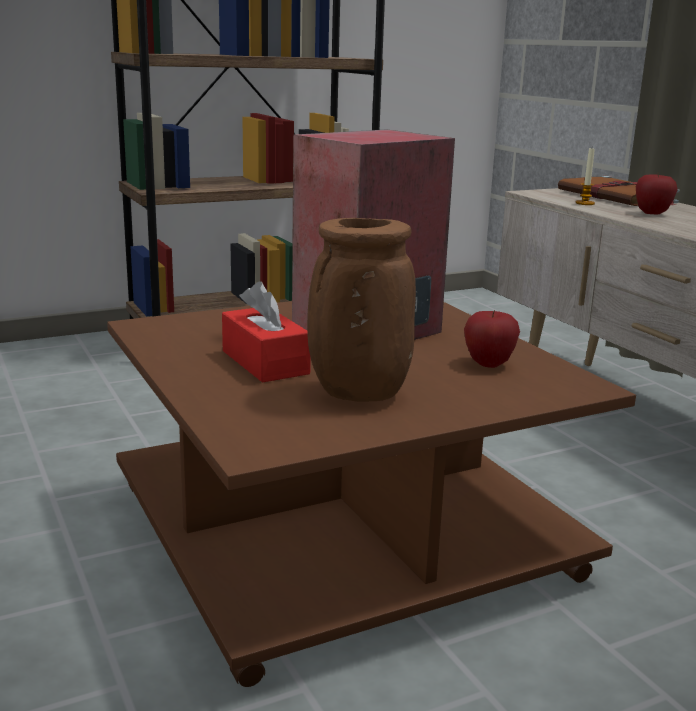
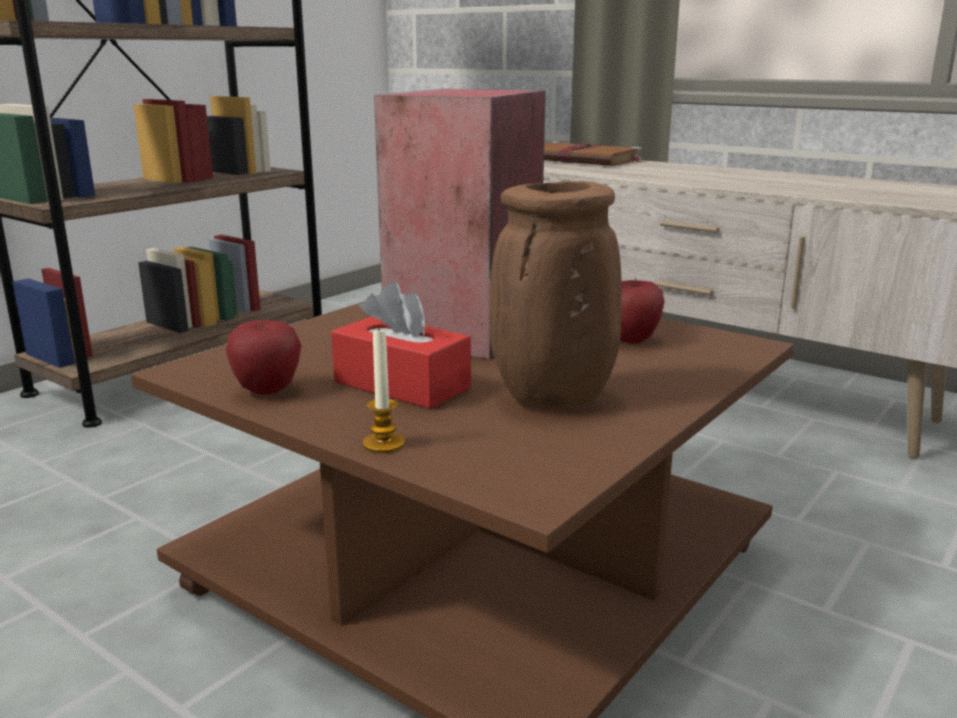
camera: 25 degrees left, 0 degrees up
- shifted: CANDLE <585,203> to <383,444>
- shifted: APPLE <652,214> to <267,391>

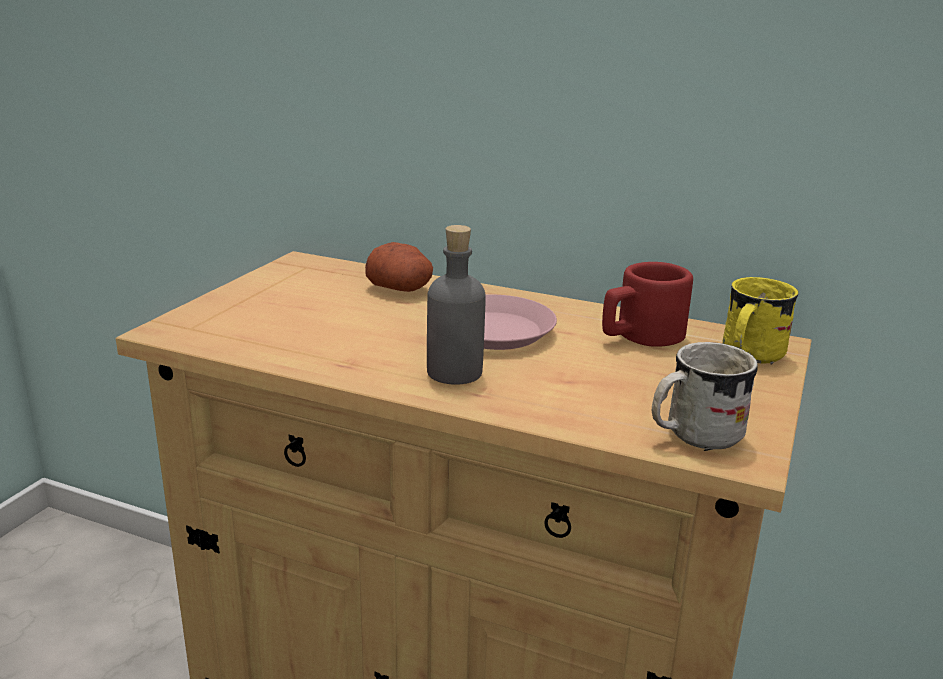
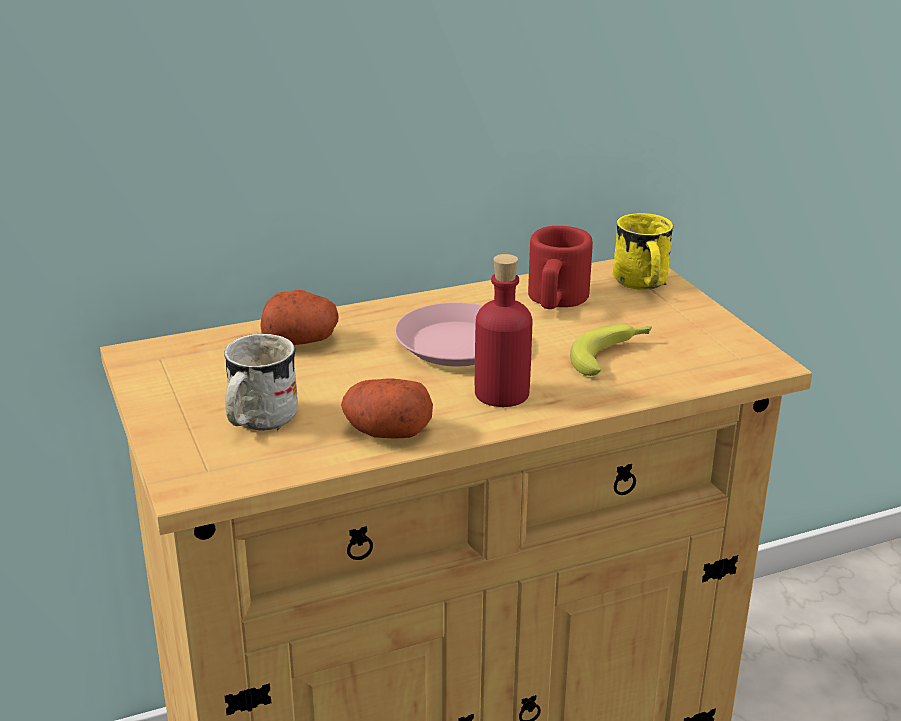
camera: 45 degrees left, 5 degrees up
- repainted: GREY BOTTLE <454,372> to RED BOTTLE <501,393>
- shifted: WHITE MUG <693,434> to <256,421>
- new: BANANA <612,356>
- new: POTATO <385,431>

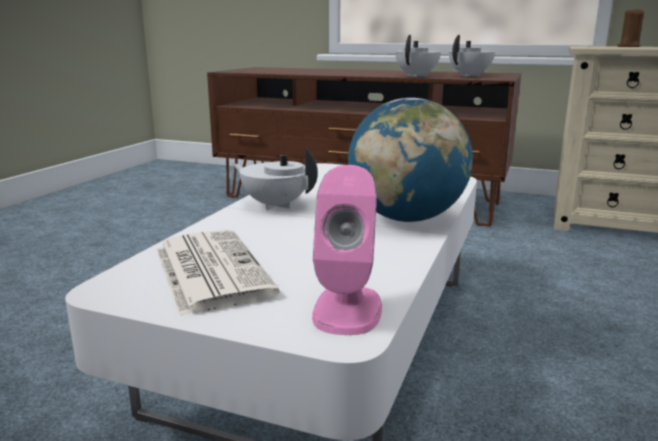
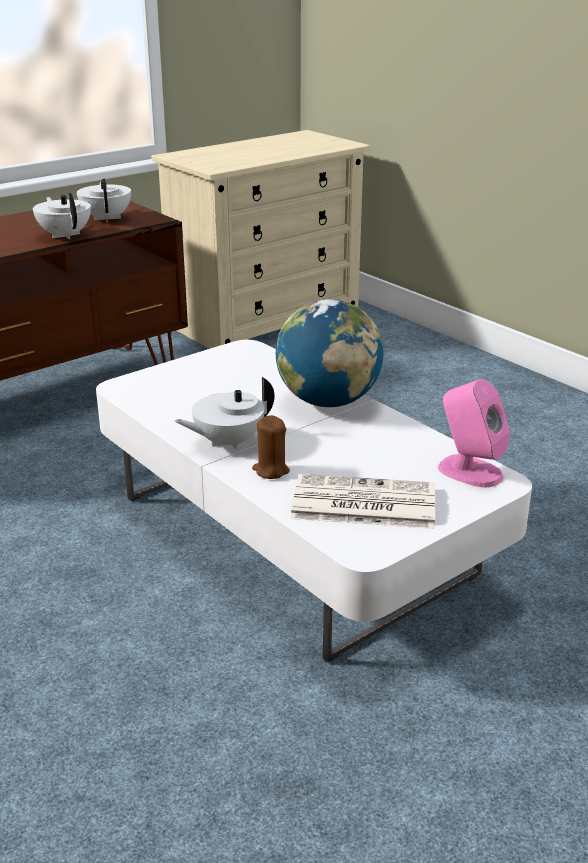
camera: 60 degrees left, 10 degrees up
- shifted: BROWN CANDLE <628,47> to <271,470>

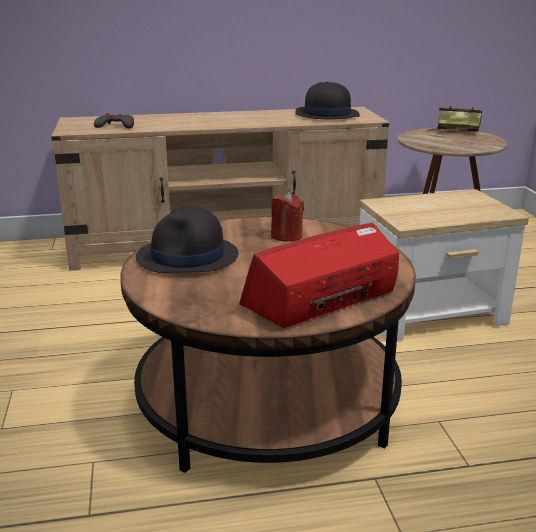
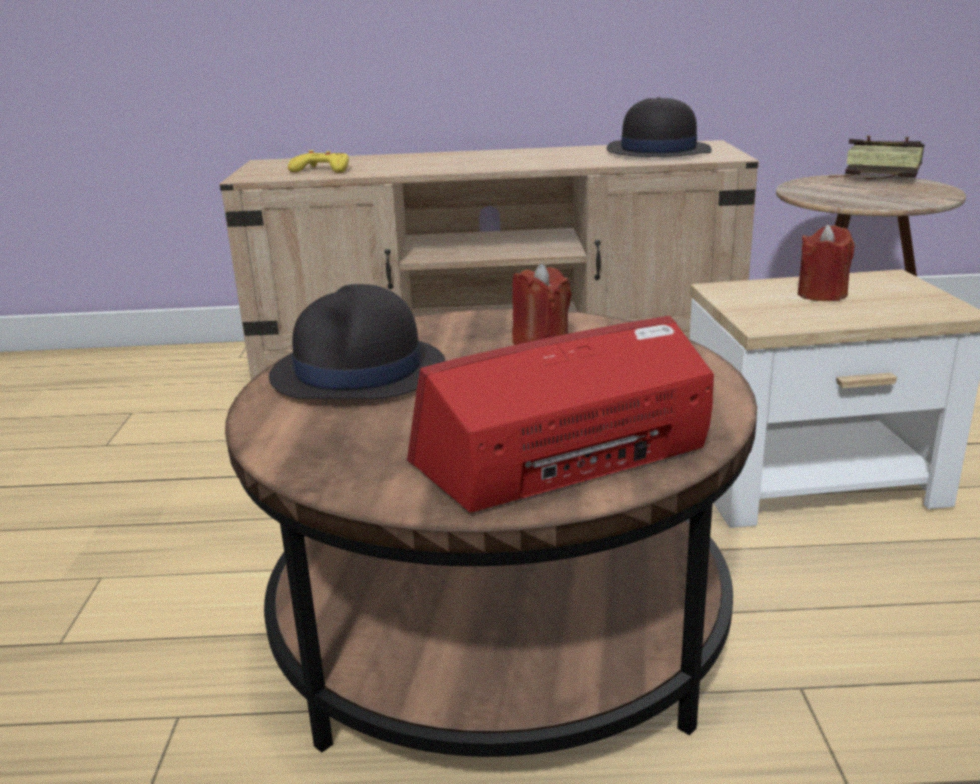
camera: 10 degrees right, 0 degrees up
- repainted: GREY GAME CONTROLLER <115,126> to YELLOW GAME CONTROLLER <322,169>
- new: RED CANDLE <822,294>

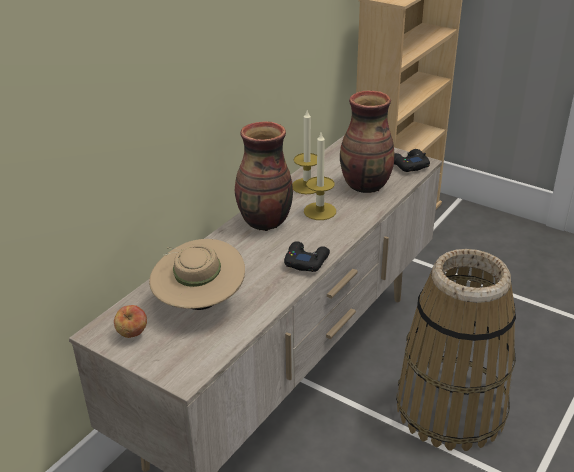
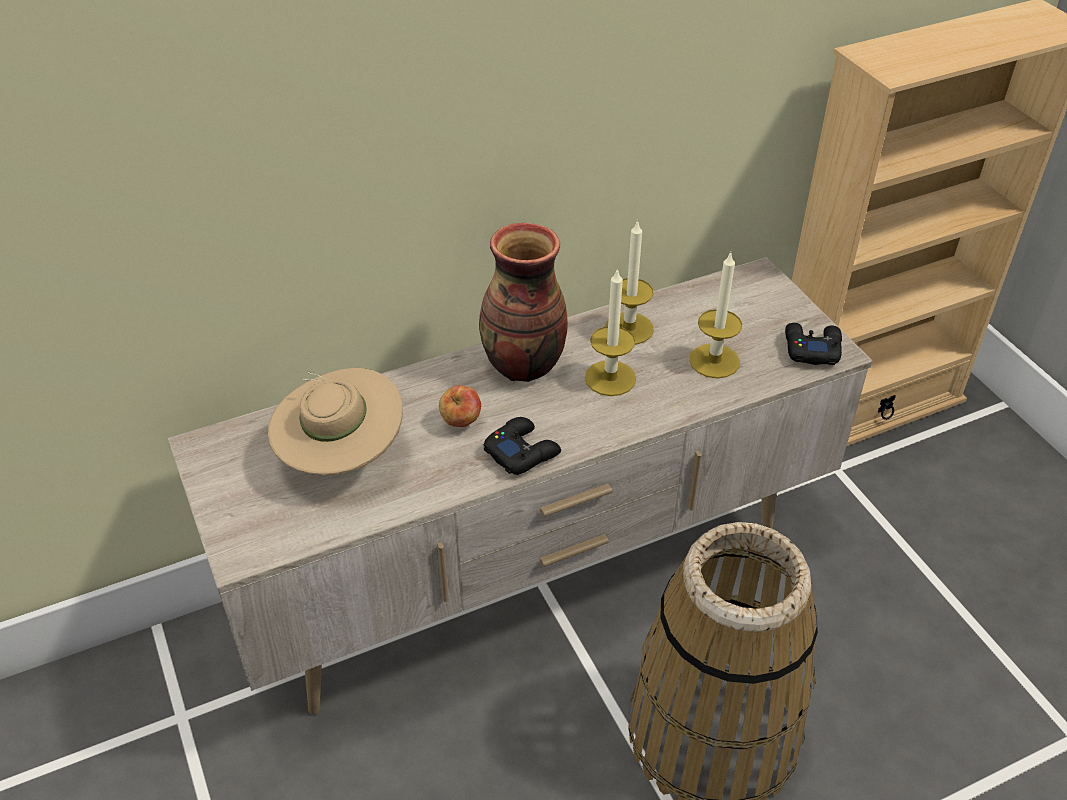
camera: 30 degrees right, 10 degrees up
- swapped: VASE <366,185> to CANDLE <714,361>
- shifted: APPLE <132,334> to <461,422>

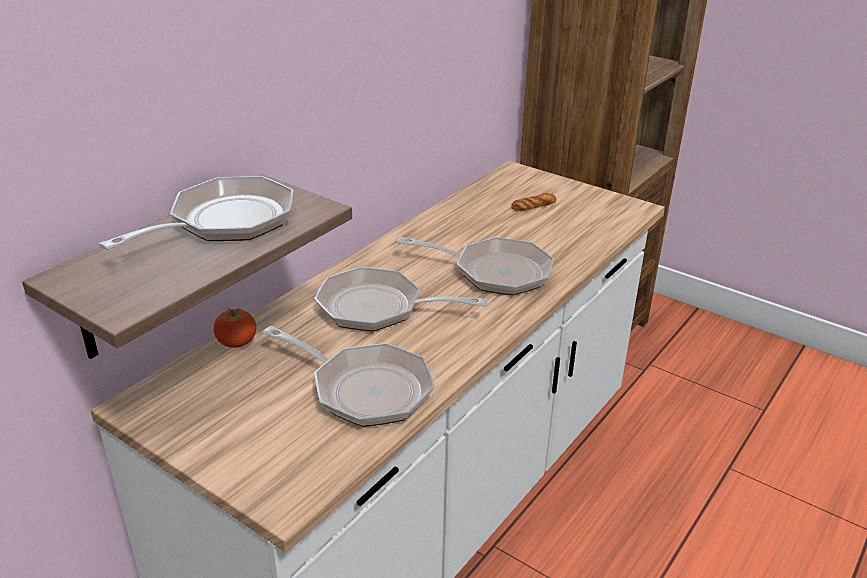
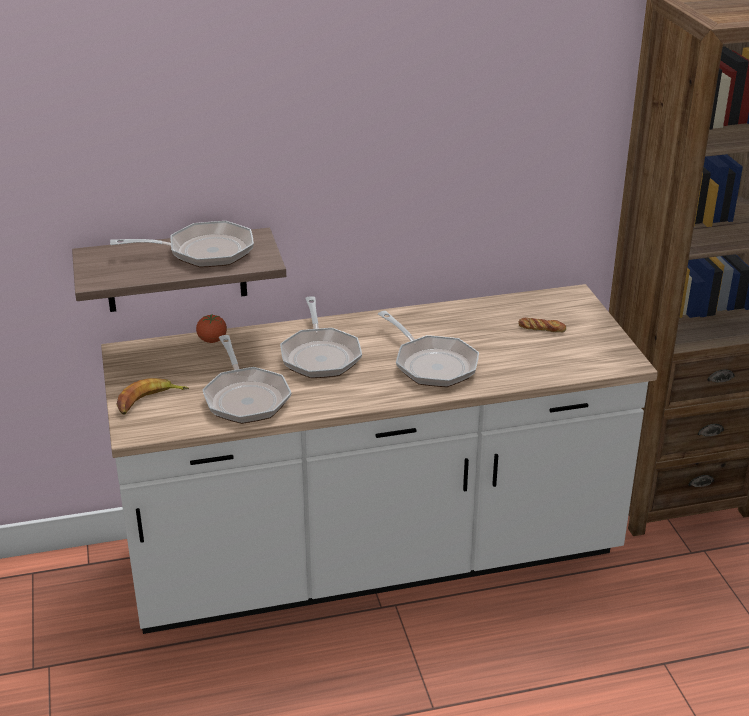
camera: 40 degrees right, 0 degrees up
- rotated: FRYING PAN <378,308> = <320,355> 150 degrees counterclockwise
- new: BANANA <149,401>

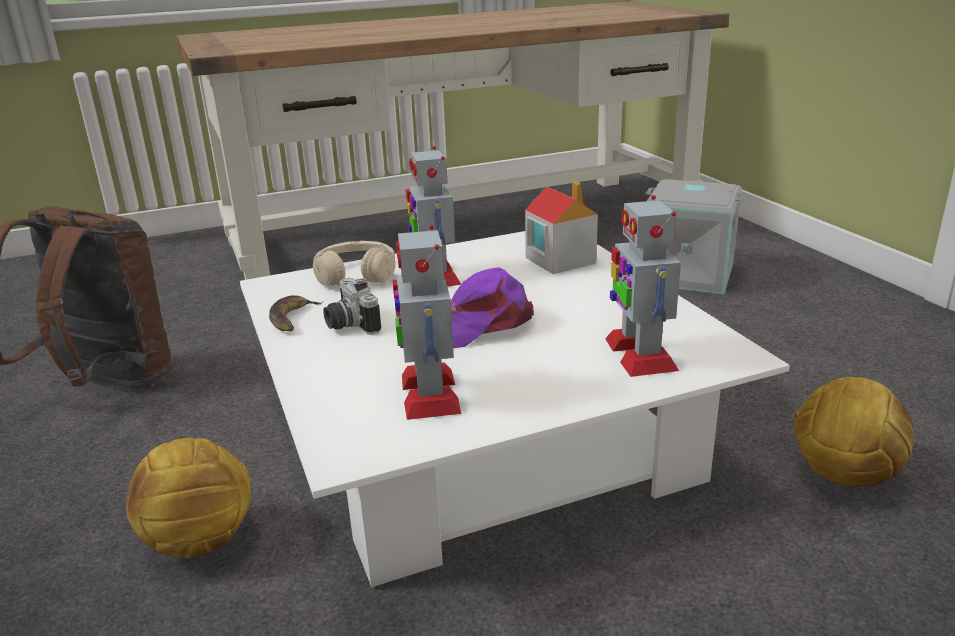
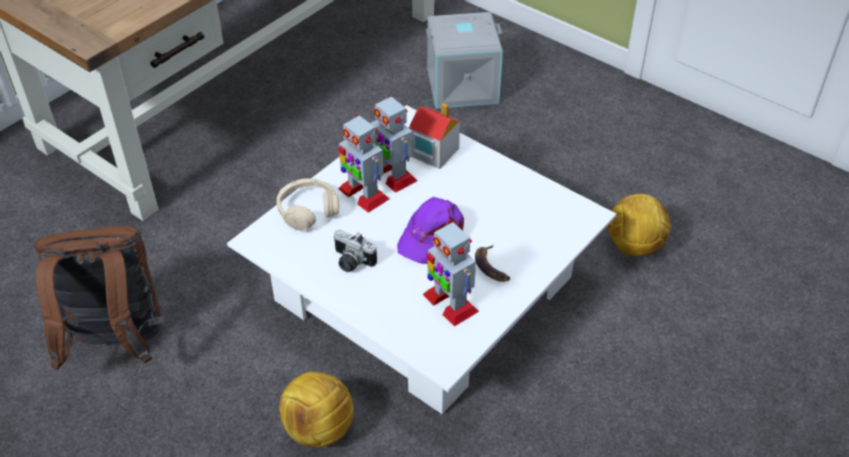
camera: 30 degrees left, 20 degrees up
- shifted: TOY ROBOT <639,354> to <392,174>
- shifted: BANANA <293,318> to <491,267>

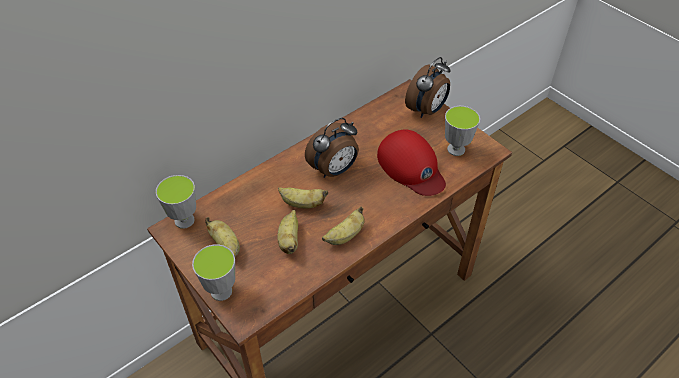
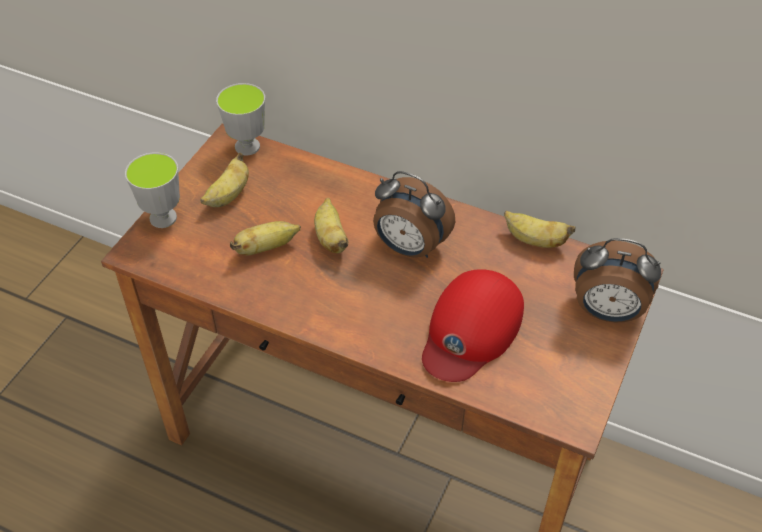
camera: 65 degrees right, 0 degrees up
- gone: CUP <456,149>
- shifted: BANANA <345,236> to <534,240>

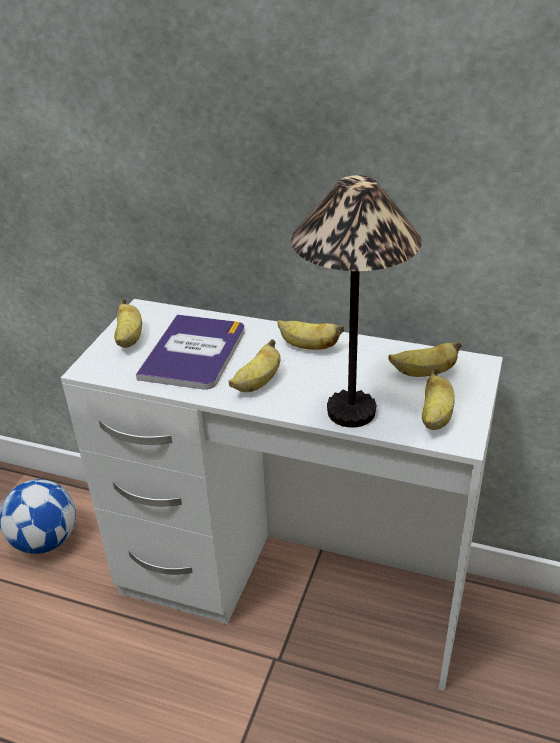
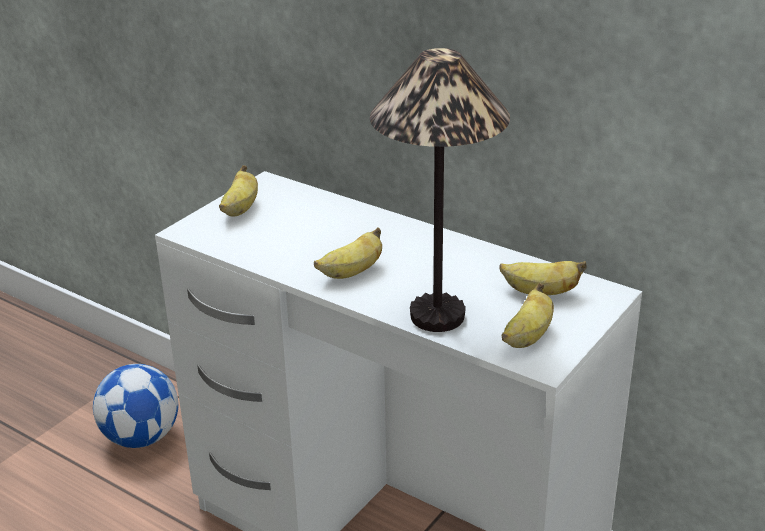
camera: 15 degrees right, 5 degrees down
- gone: BOOK <194,353>
- gone: BANANA <308,346>

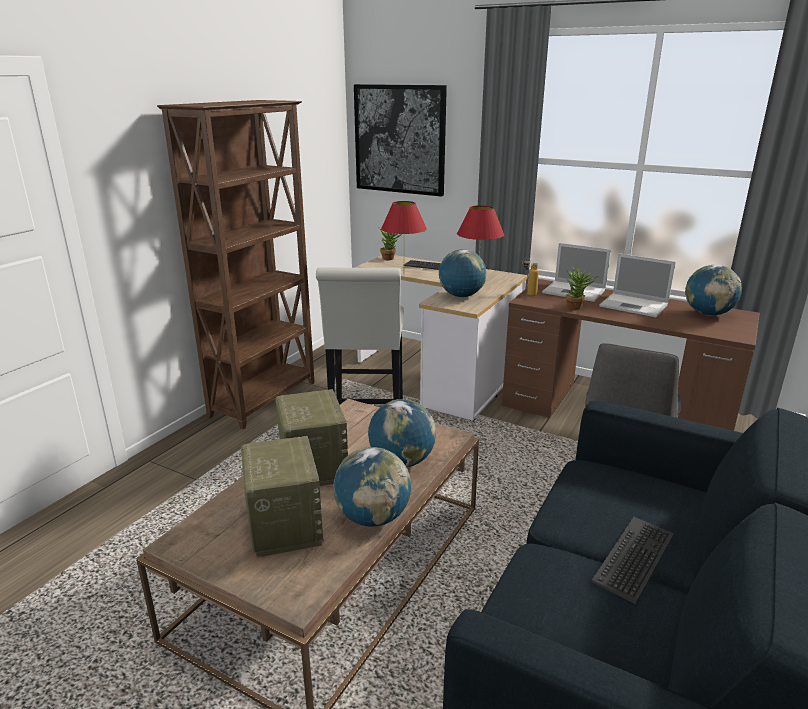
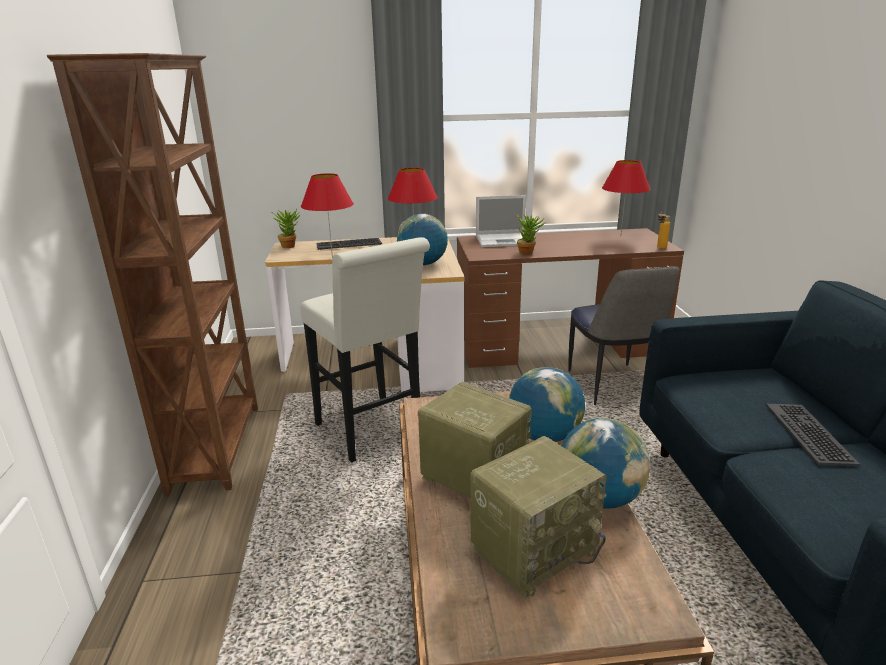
camera: 35 degrees left, 0 degrees up
- gone: PICTURE <400,139>
- gone: LAPTOP <635,305>
- shifted: BOTTLE <528,294> to <659,248>
- swapped: GLOBE <707,314> to RED TABLE LAMP <621,236>
- rotated: RADIO <283,524> = <534,548> 105 degrees clockwise

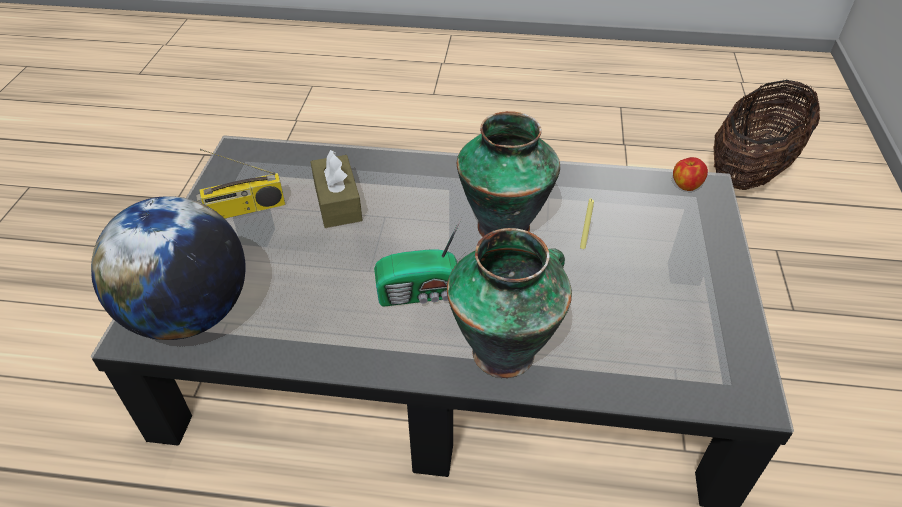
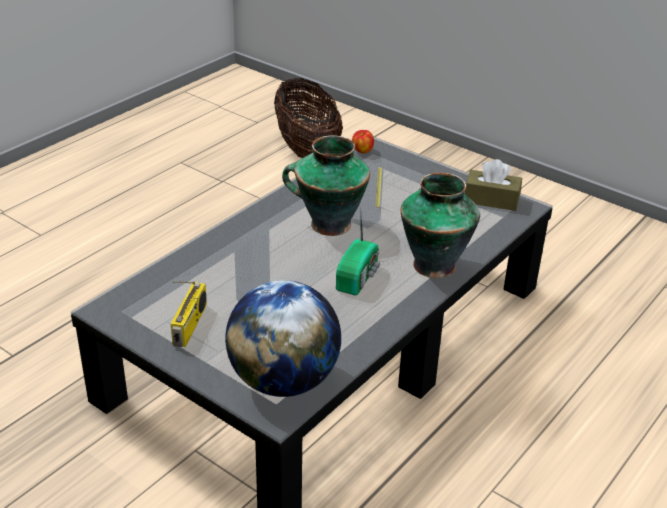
camera: 60 degrees left, 10 degrees down
- shifted: BROWN TISSUE BOX <337,202> to <491,199>

